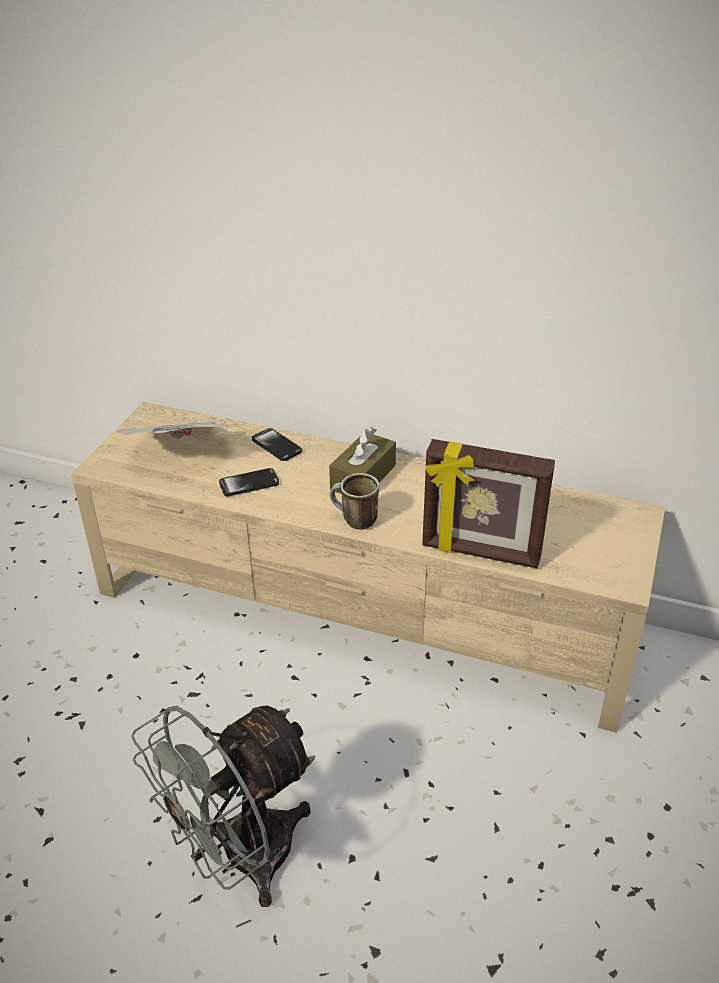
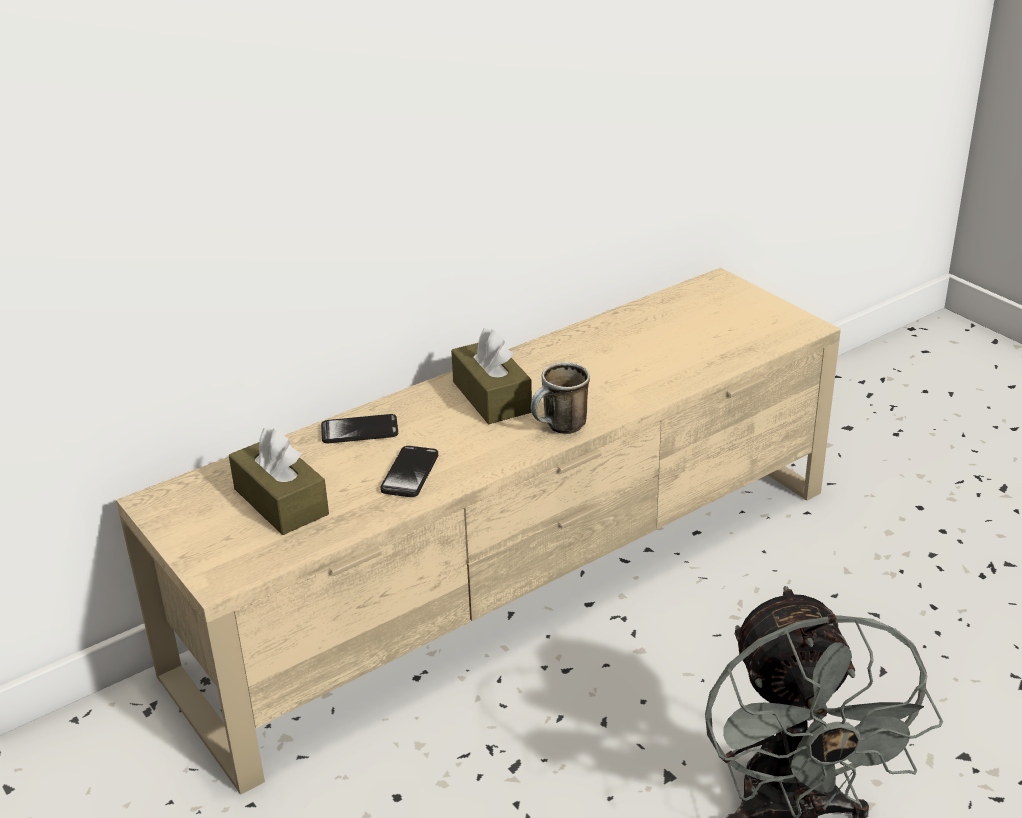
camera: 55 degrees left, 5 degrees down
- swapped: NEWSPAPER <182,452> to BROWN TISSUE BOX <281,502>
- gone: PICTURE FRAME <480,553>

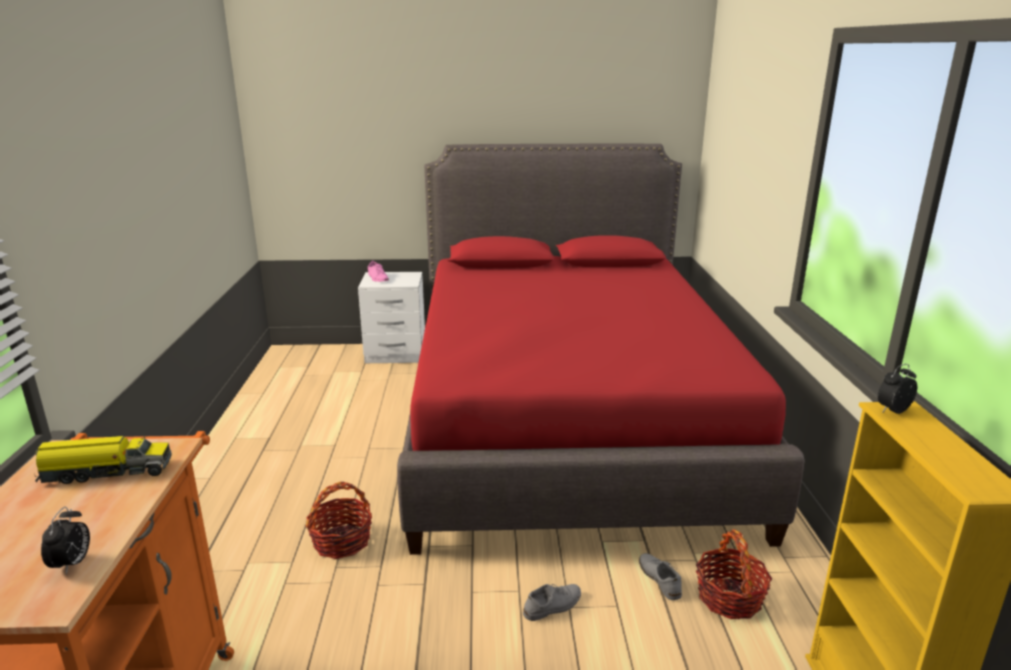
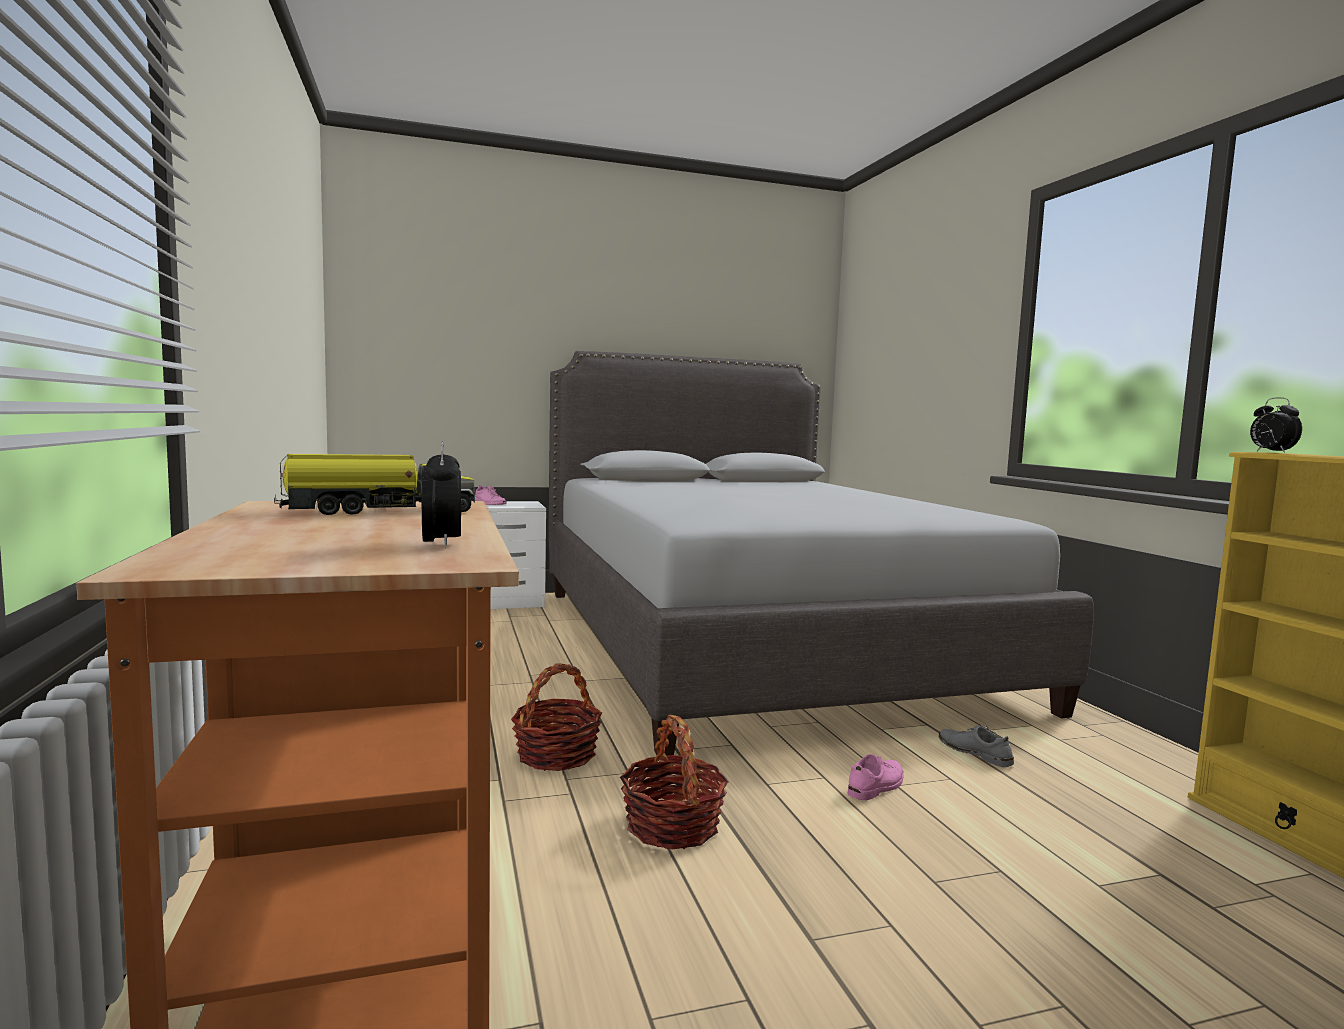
camera: 15 degrees left, 15 degrees down
- repainted: RED BED <567,421> to GREY BED <754,642>
- rotated: ALARM CLOCK <892,410> = <1271,452> 60 degrees counterclockwise
- shifted: BASKET <729,598> to <672,826>
- repainted: GREY SHOE <553,606> to PINK SHOE <876,786>

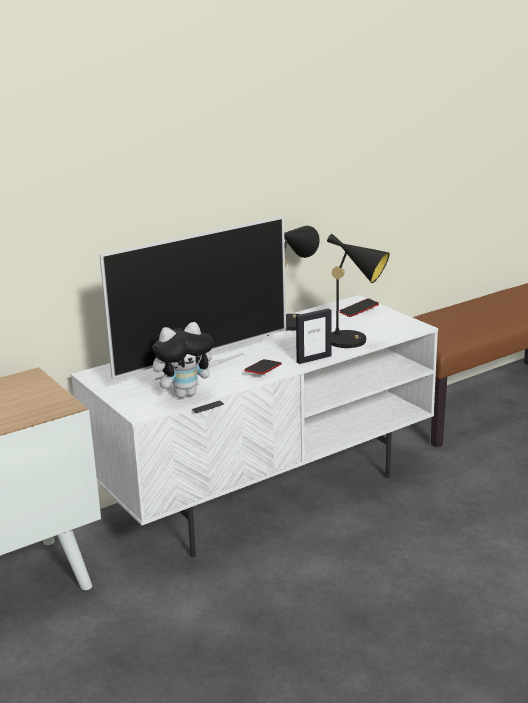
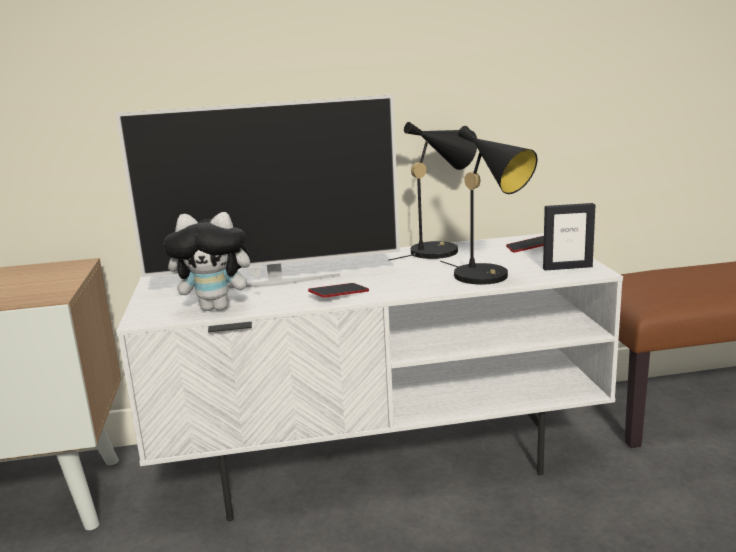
camera: 25 degrees right, 5 degrees down
- shifted: PICTURE FRAME <313,359> to <567,267>

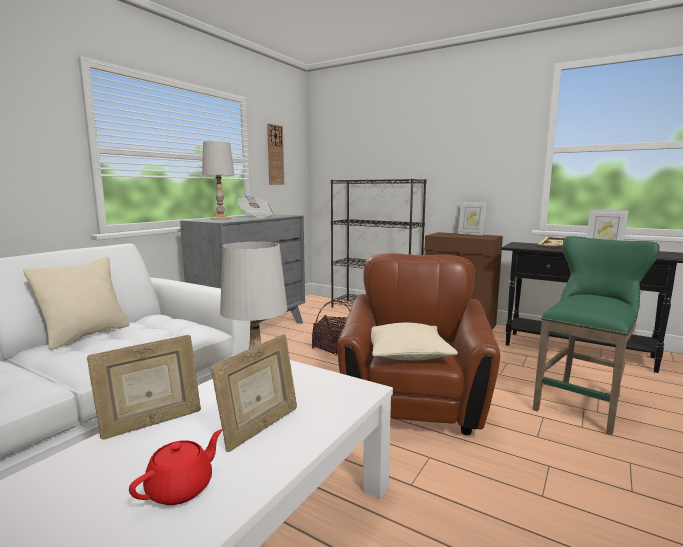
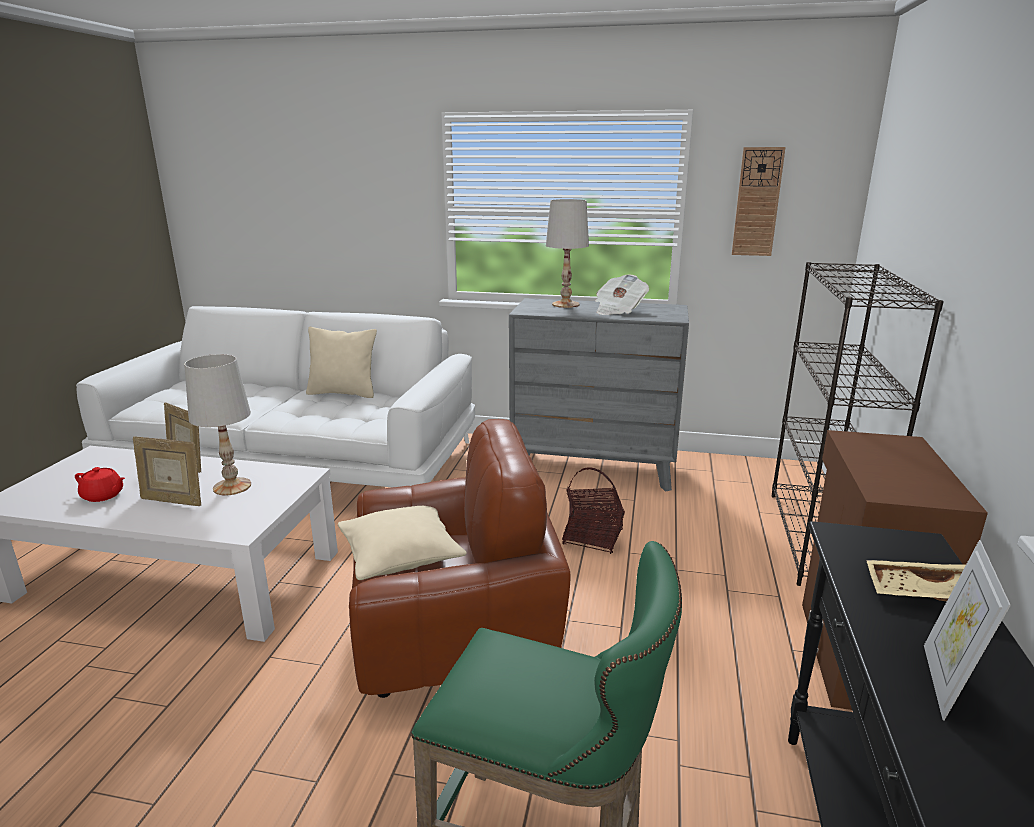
camera: 70 degrees right, 10 degrees up
- gone: PICTURE FRAME <471,234>

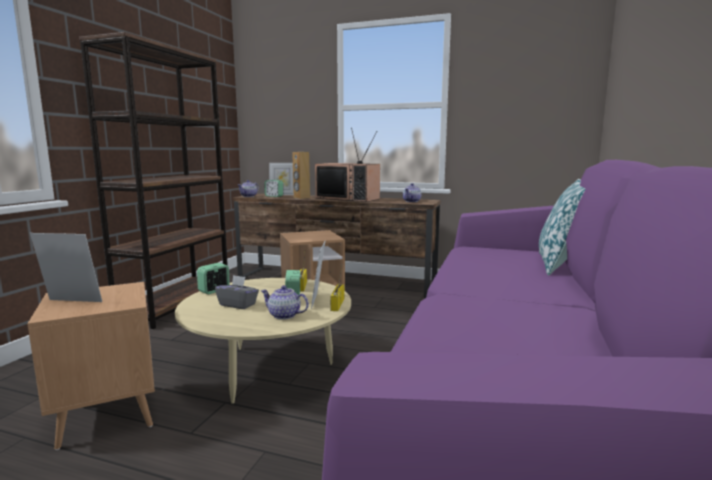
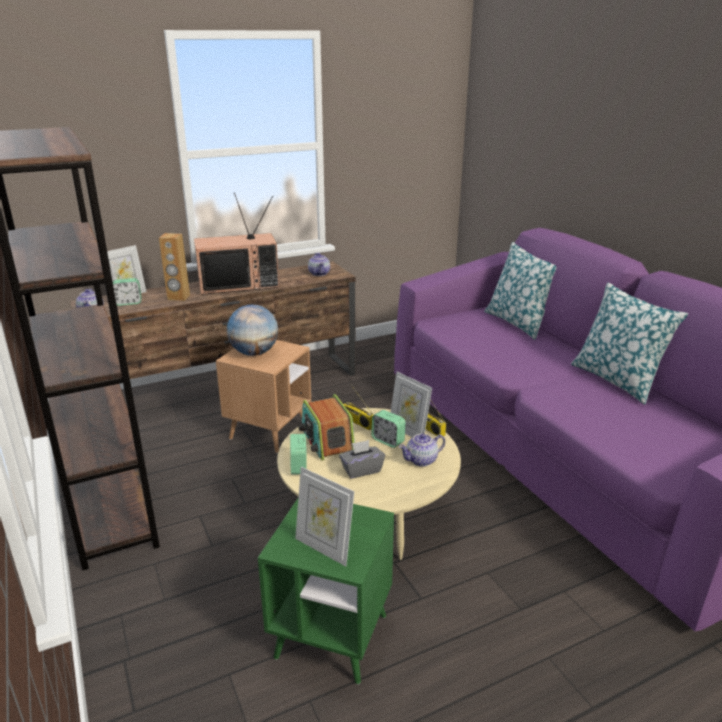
camera: 45 degrees left, 15 degrees up
- rotated: PICTURE FRAME <71,302> = <324,548> 105 degrees counterclockwise
- repainted: BROWN SIDE TABLE <108,415> to GREEN SIDE TABLE <331,636>
- new: PILLOW <617,380>
- new: GLOBE <254,353>
- new: RADIO <327,441>

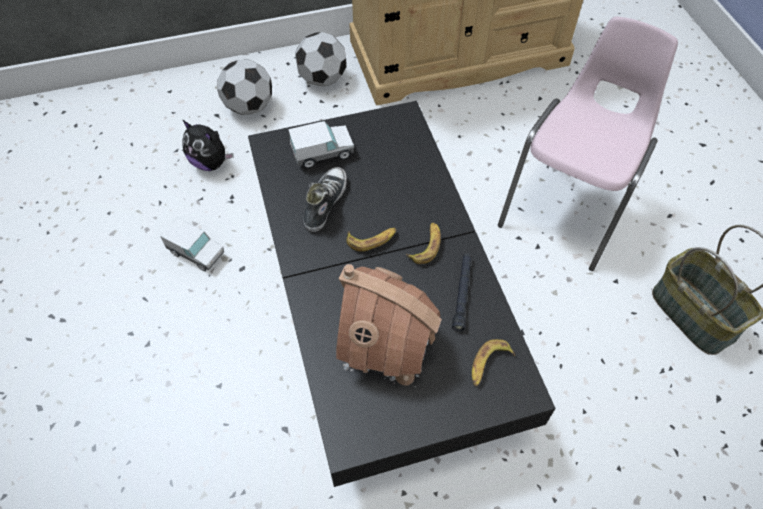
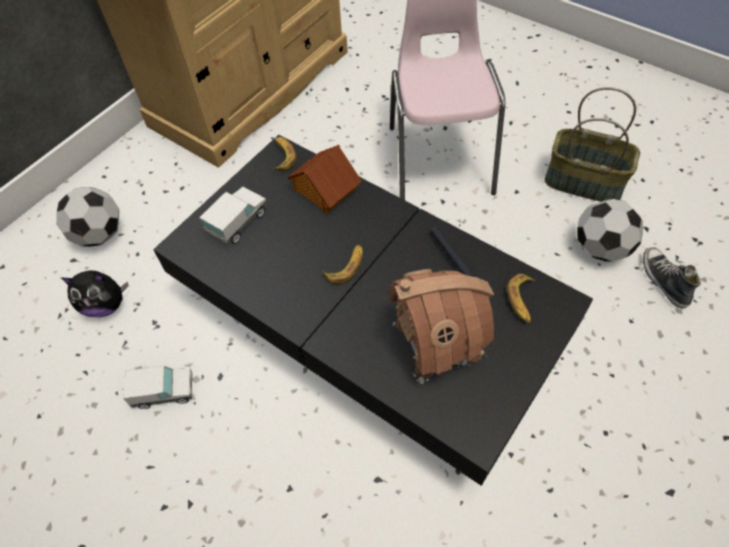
camera: 35 degrees left, 0 degrees up
- shifted: FOOTBALL <322,79> to <601,248>
- shifted: SHOE <325,203> to <663,281>
- shifted: BANANA <426,245> to <283,156>
- new: TOY HOUSE <324,190>

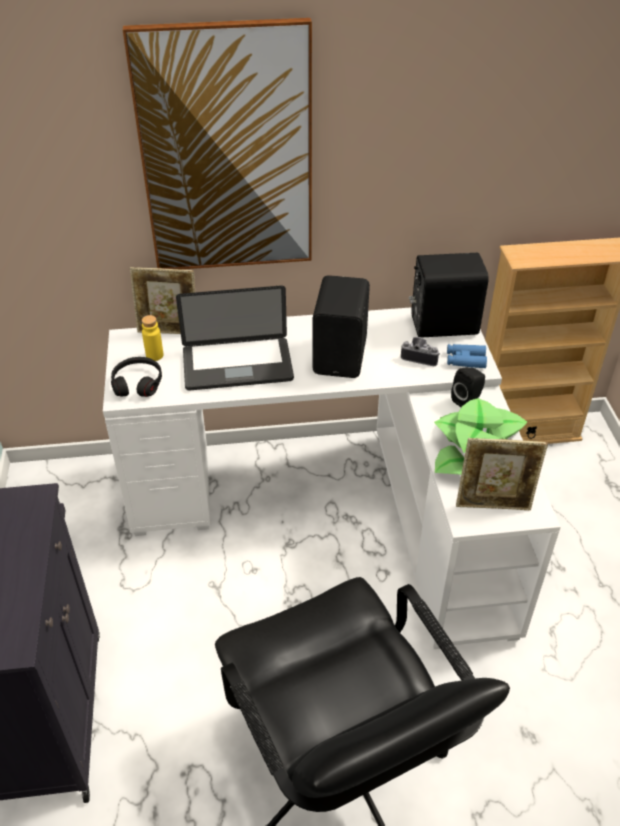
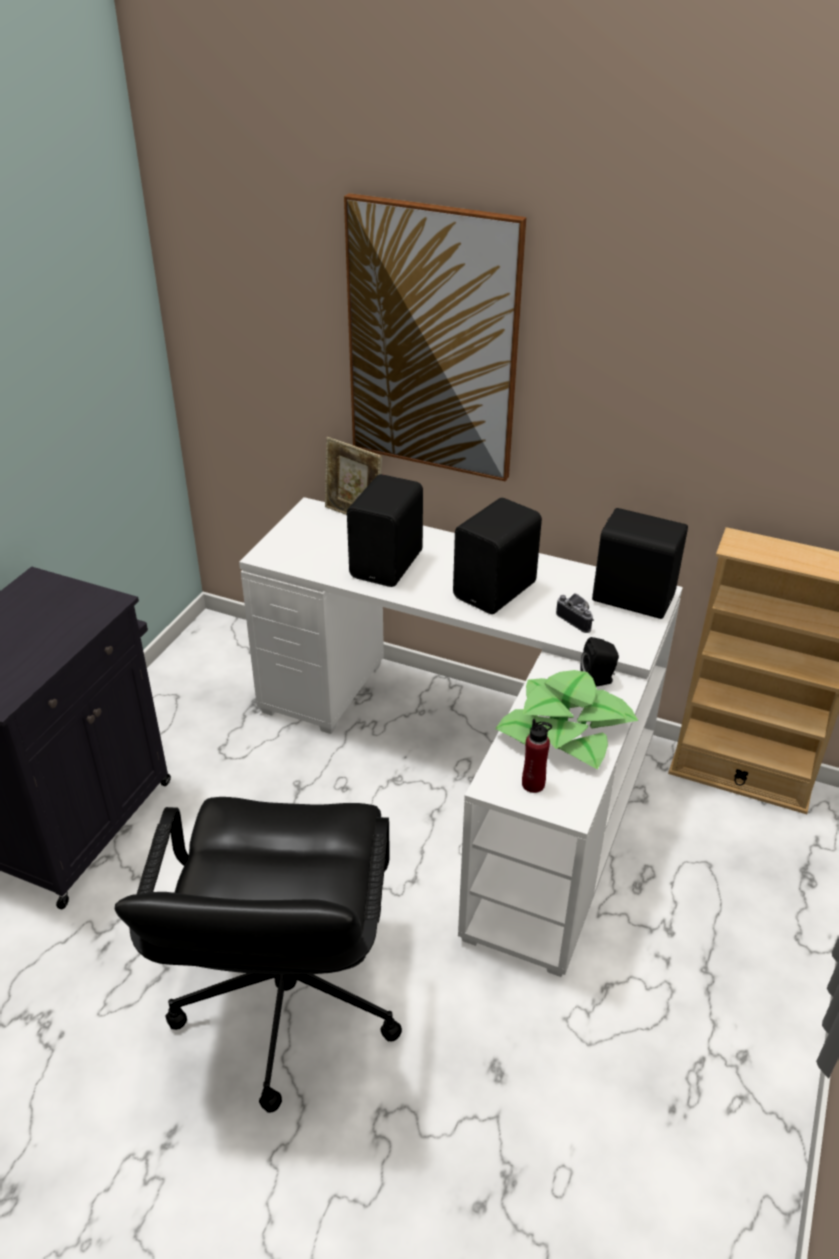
camera: 30 degrees right, 5 degrees down
- swapped: LAPTOP <237,365> to BLACK SPEAKER <389,564>
- gone: YELLOW BOTTLE <154,355>
- gone: BLUE BINOCULARS <465,360>
- gone: BLACK HEADPHONES <137,383>
- swapped: PICTURE FRAME <493,505> to RED BOTTLE <533,784>

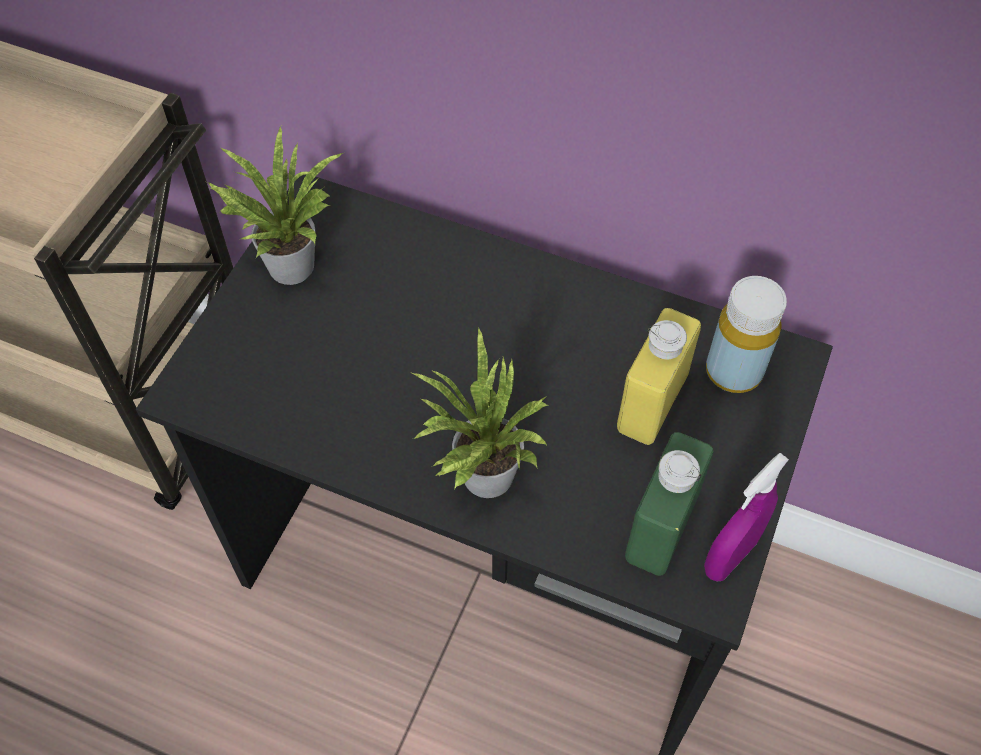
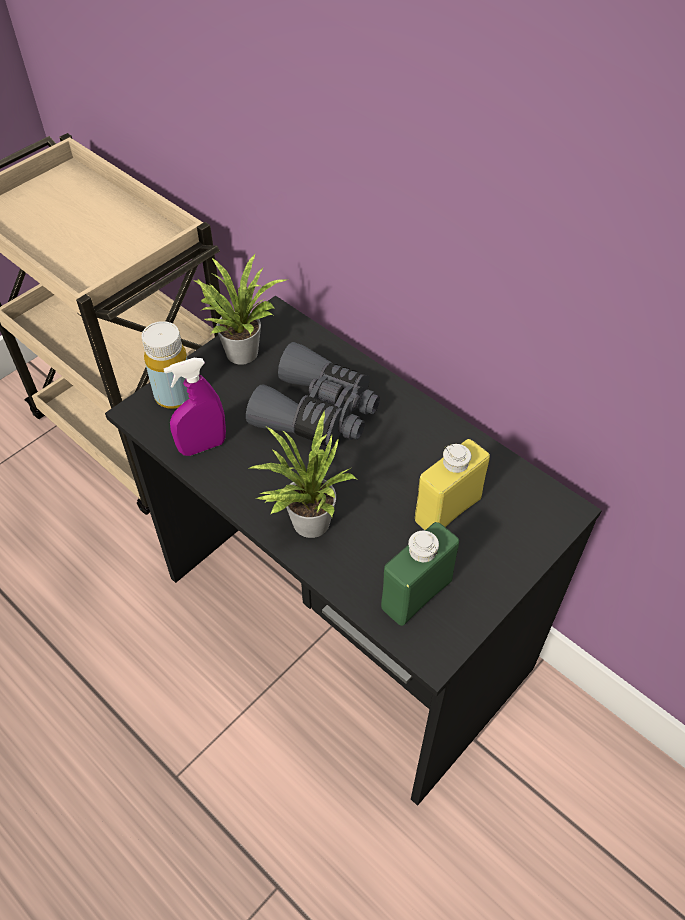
camera: 20 degrees right, 5 degrees down
- shifted: YELLOW BOTTLE <733,371> to <174,396>
- shifted: PURPLE SPRAY BOTTLE <730,556> to <202,446>
- new: GREY BINOCULARS <318,412>

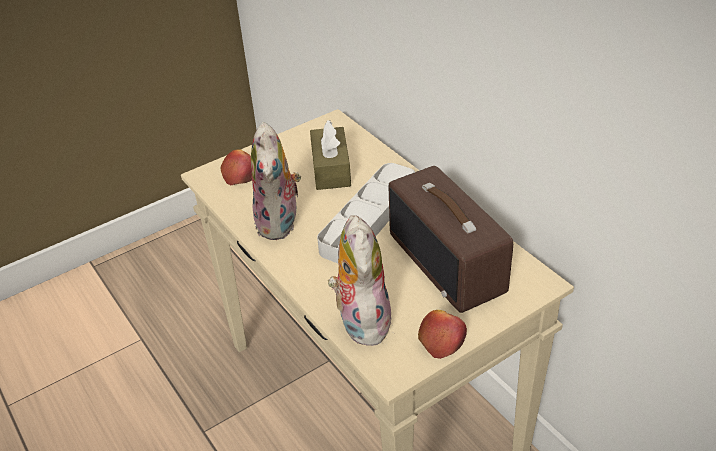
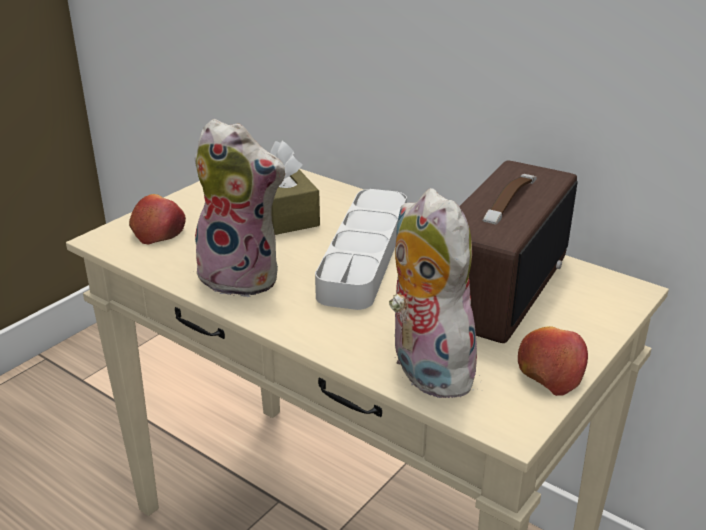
camera: 20 degrees left, 10 degrees down
- rotated: PLUSH TOY <280,223> = <243,276> 45 degrees counterclockwise
- rotated: RADIO <448,263> = <499,287> 105 degrees counterclockwise

